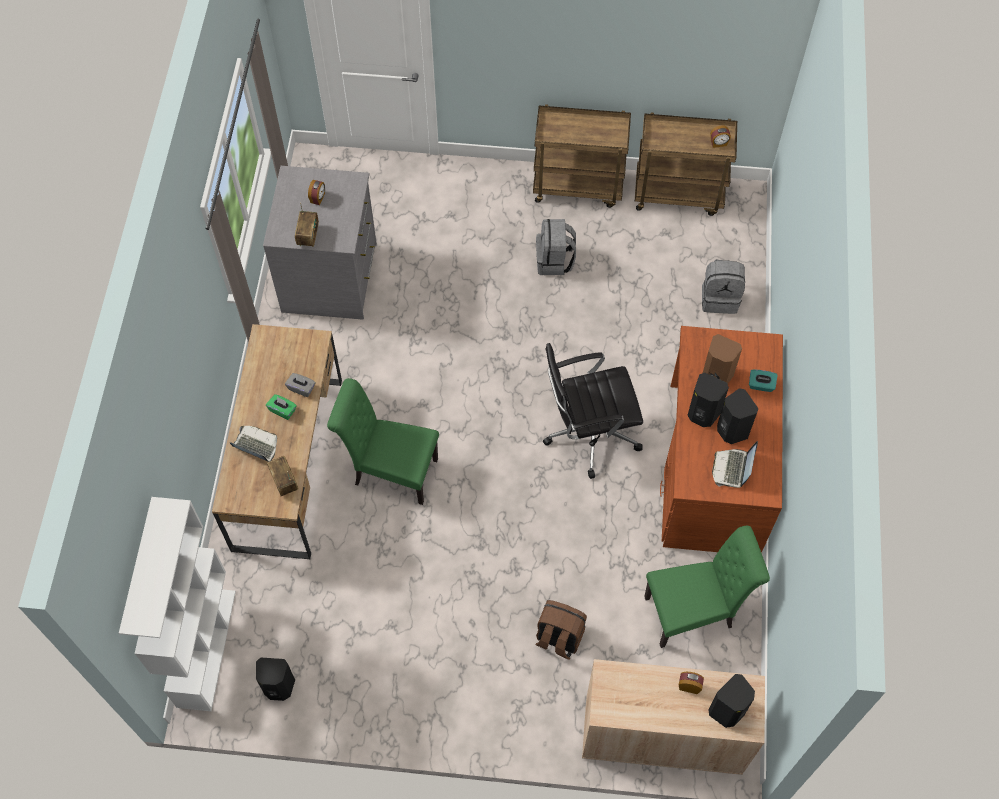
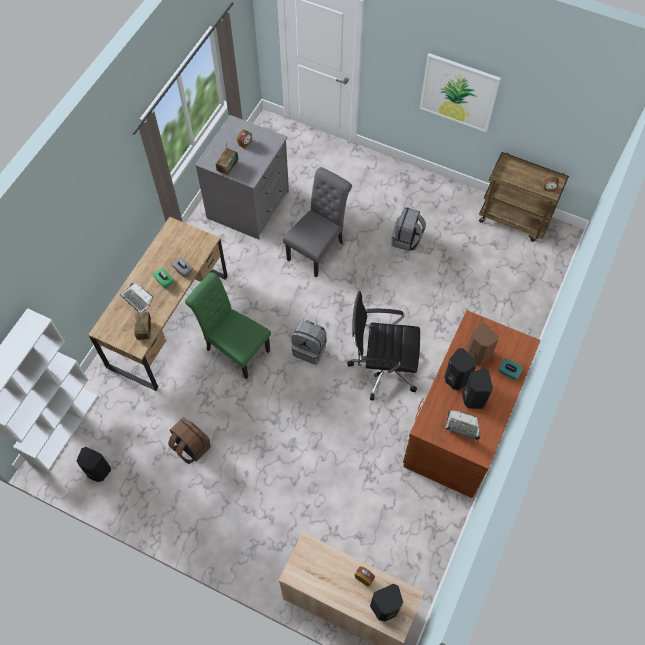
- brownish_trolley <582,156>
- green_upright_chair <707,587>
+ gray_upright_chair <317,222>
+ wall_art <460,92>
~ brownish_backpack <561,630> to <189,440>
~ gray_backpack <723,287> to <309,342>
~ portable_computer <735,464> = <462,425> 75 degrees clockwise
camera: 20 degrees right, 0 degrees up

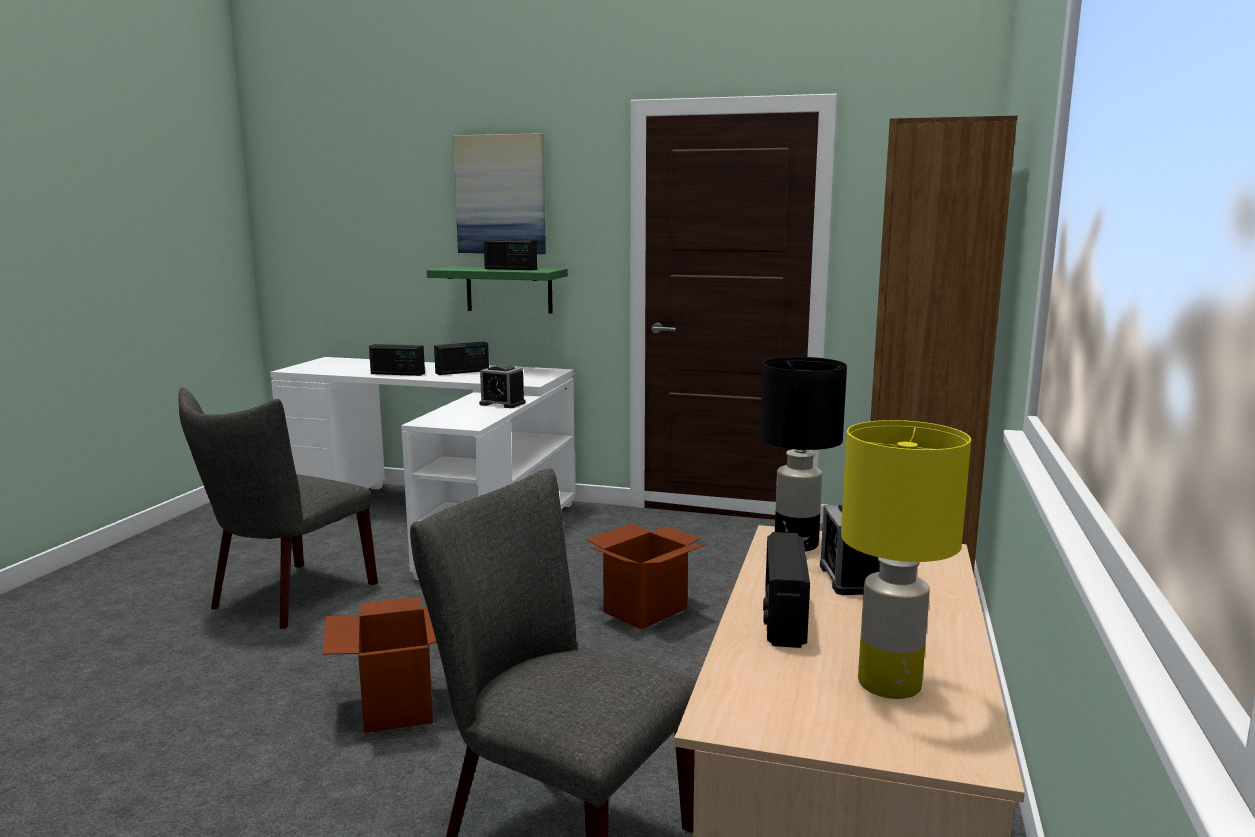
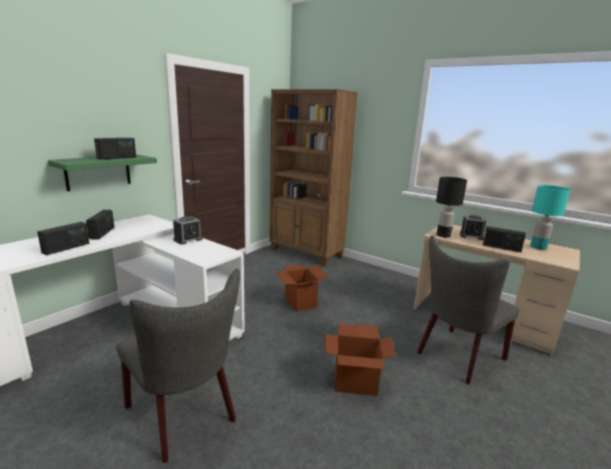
- wall_art <499,193>
~ yellow-coloured_lamp_for_a_table <906,559> to turquoise-coloured_lamp_for_a_table <550,217>
camera: 70 degrees left, 5 degrees up

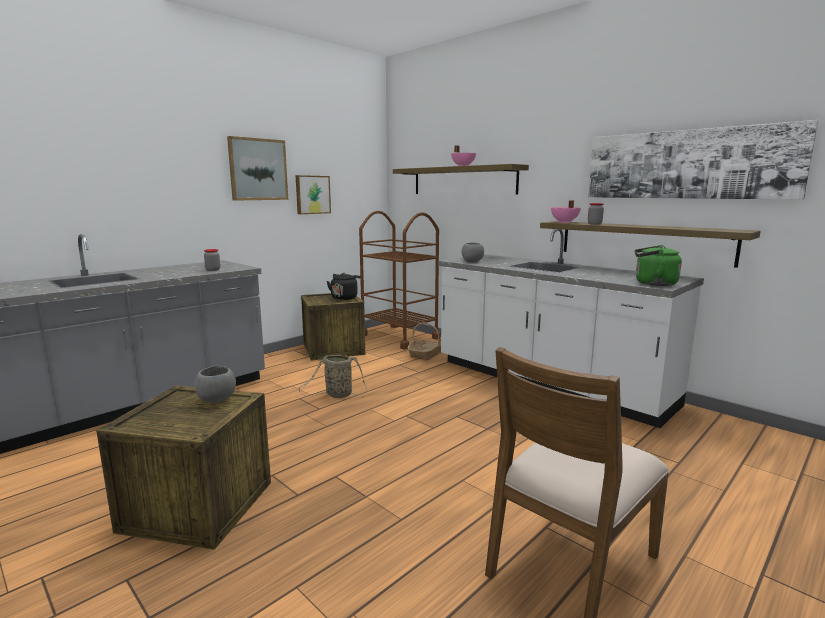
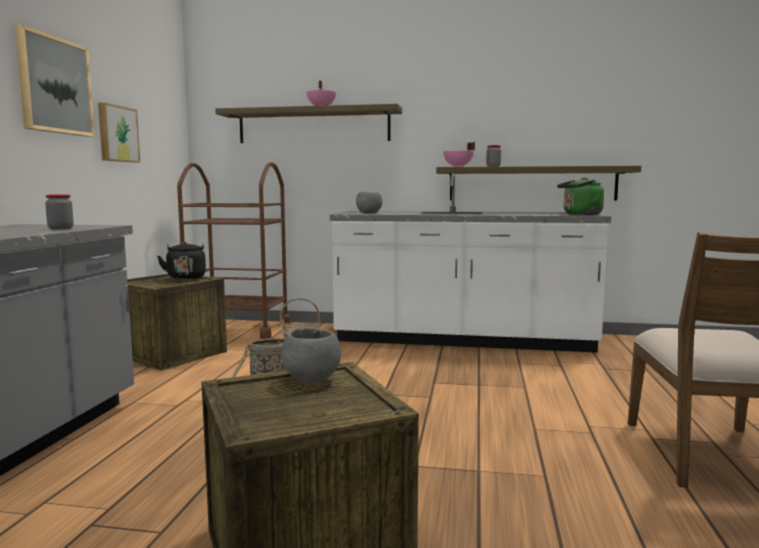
- wall_art <703,160>
camera: 35 degrees left, 5 degrees down

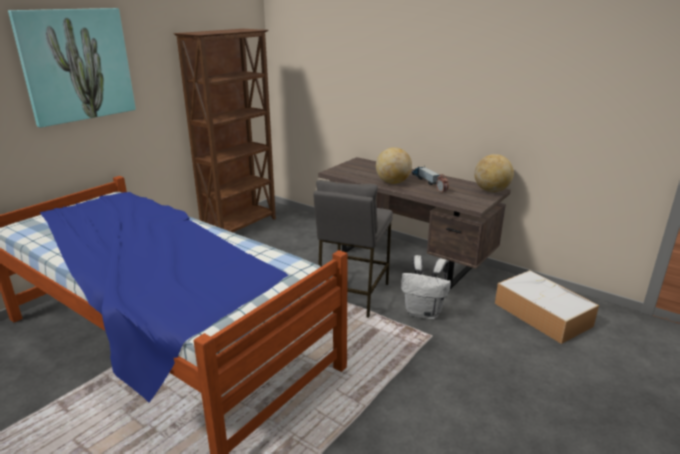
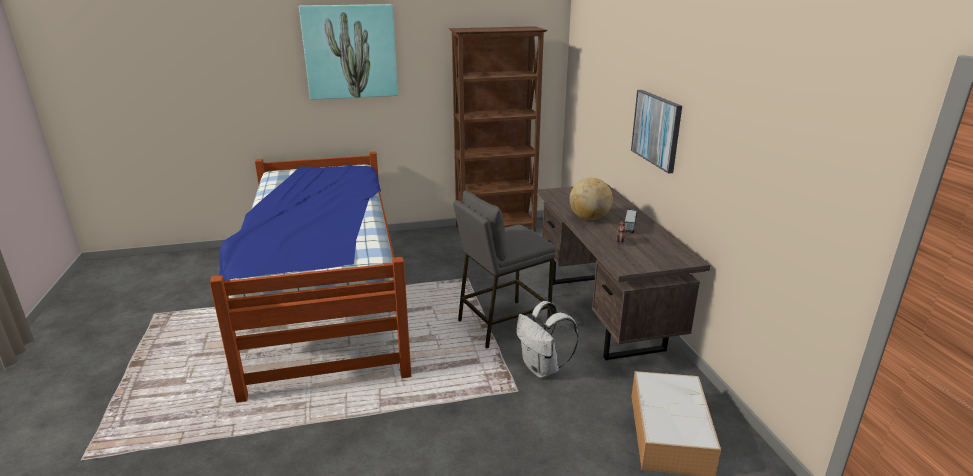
- desk_globe <494,173>
+ wall_art <656,132>
camera: 40 degrees right, 0 degrees up

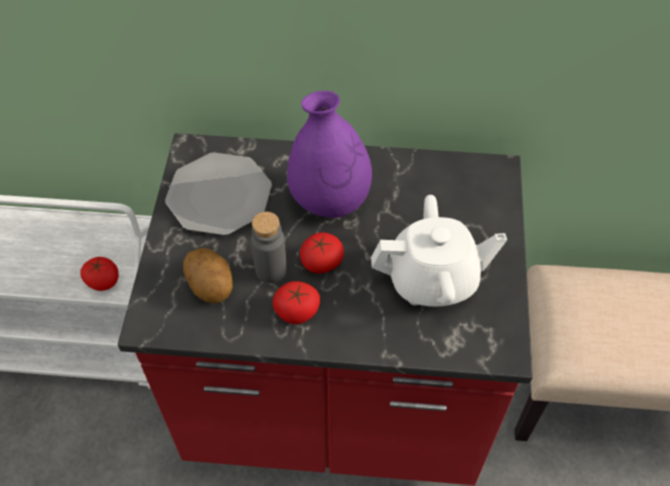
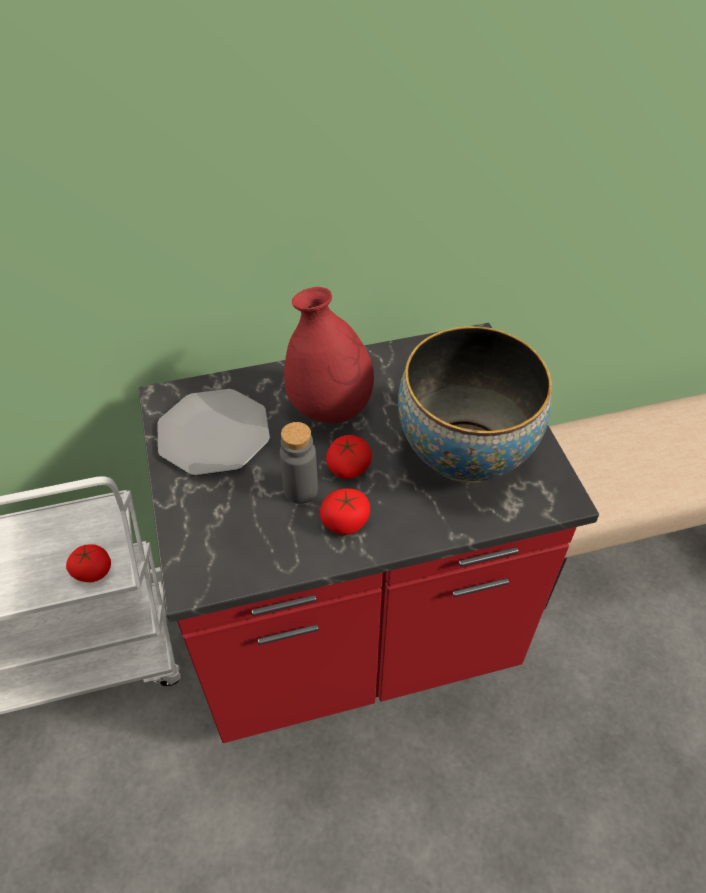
- spud <208,276>
~ white_teapot <439,251> to bowl <475,404>
~ purple-coloured_flower_vase <329,154> to red_flower_vase <329,355>
camera: 20 degrees left, 5 degrees down

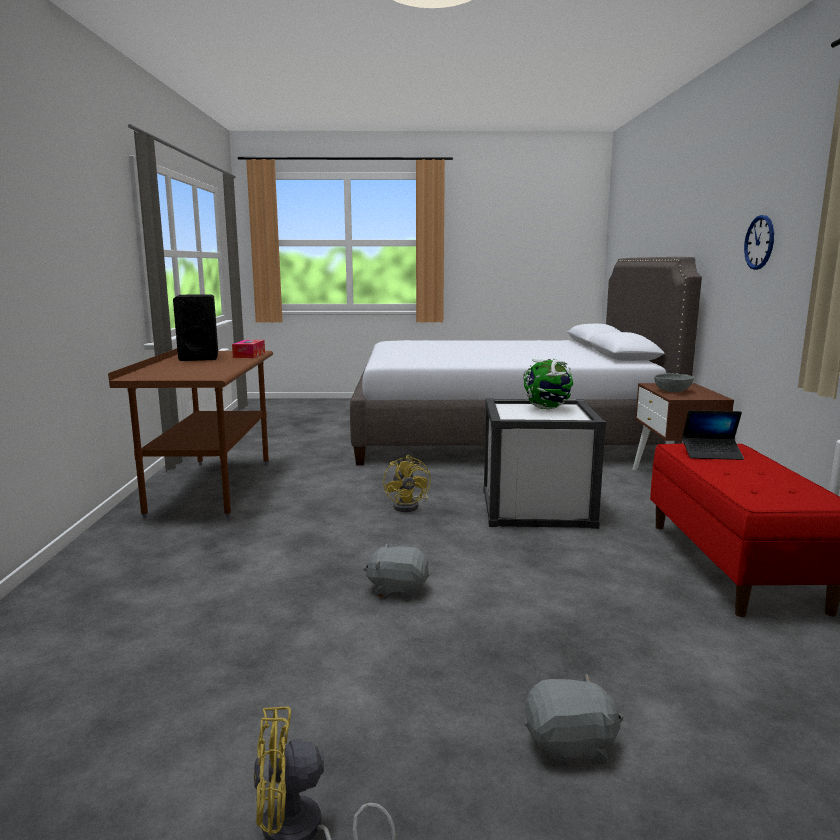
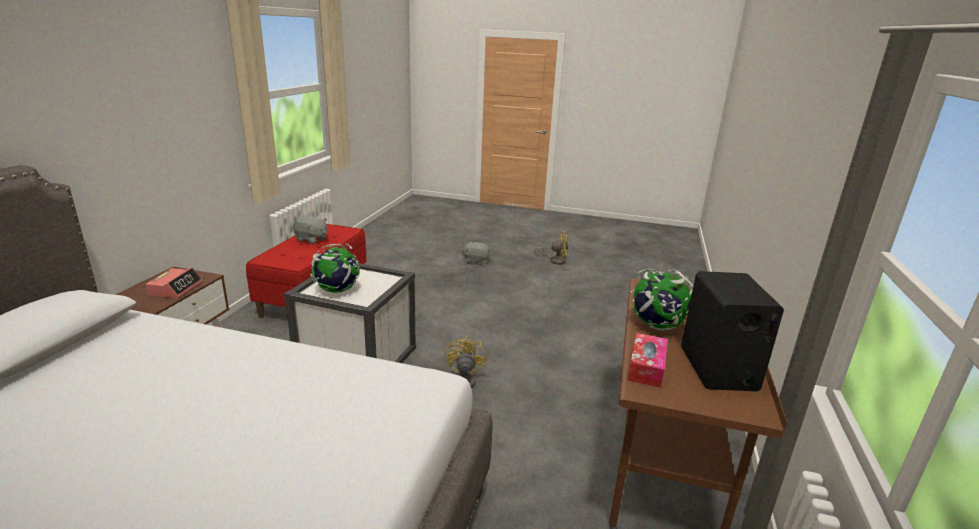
- portable_computer <713,435>
- hanging_clock <759,242>
+ desk_globe <661,299>
~ gray_cuddly_toy <396,571> to <310,230>
~ gray_bowl <674,382> to table_clock <174,282>
camera: 165 degrees left, 10 degrees up

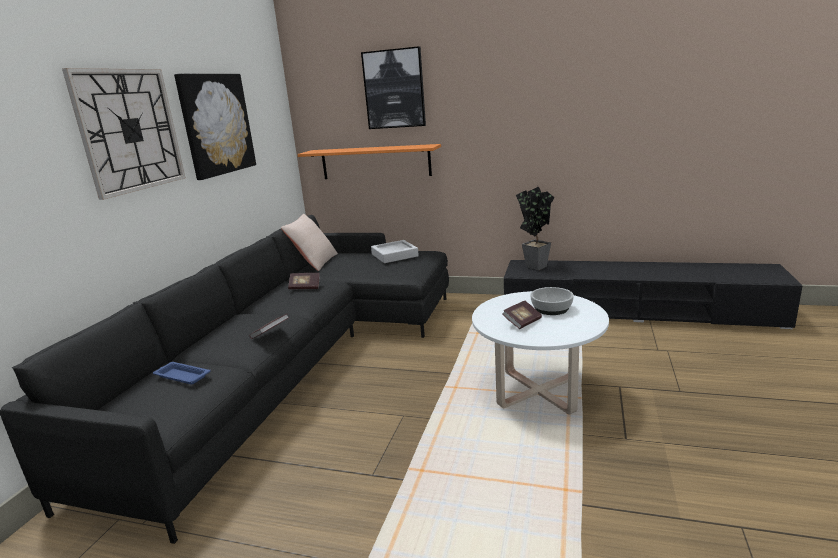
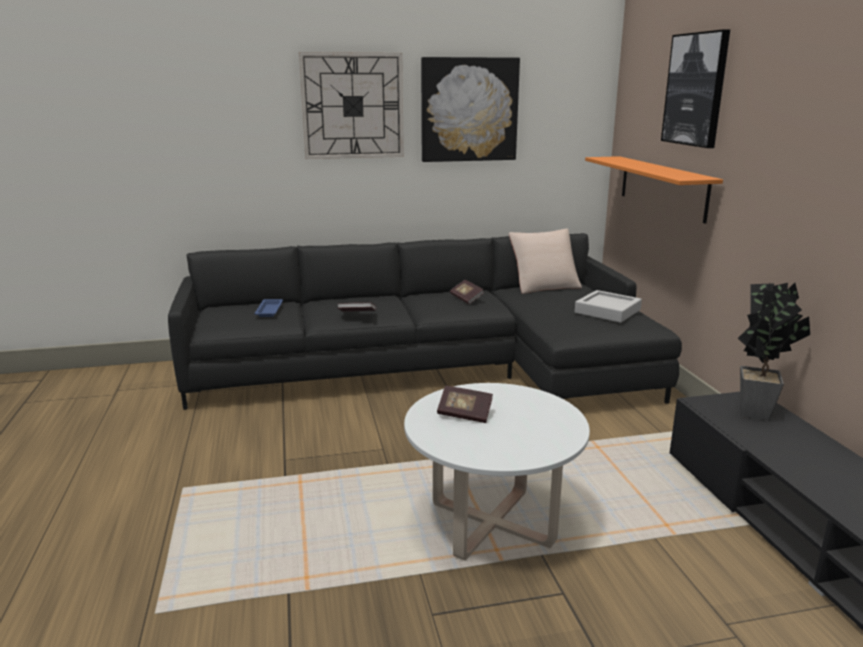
- bowl <552,301>
camera: 60 degrees right, 0 degrees up

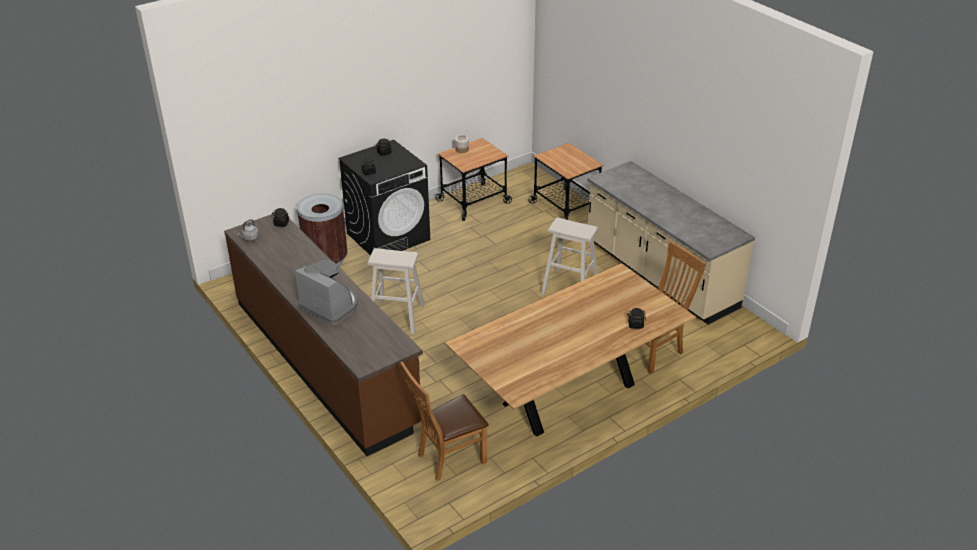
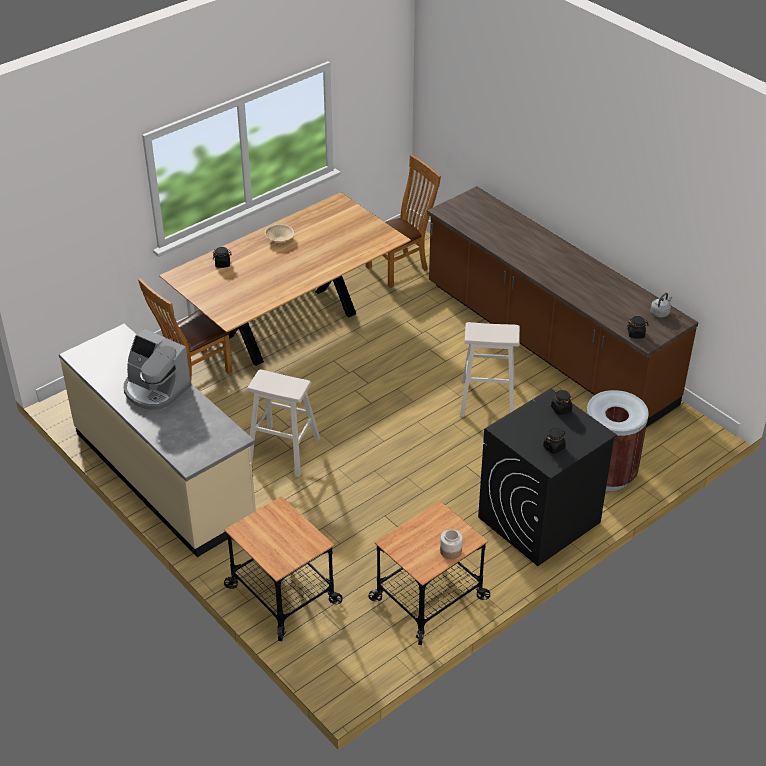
+ beige-coloured_bowl <279,233>
~ coffee_machine <326,292> to <157,370>
camera: 175 degrees right, 5 degrees up

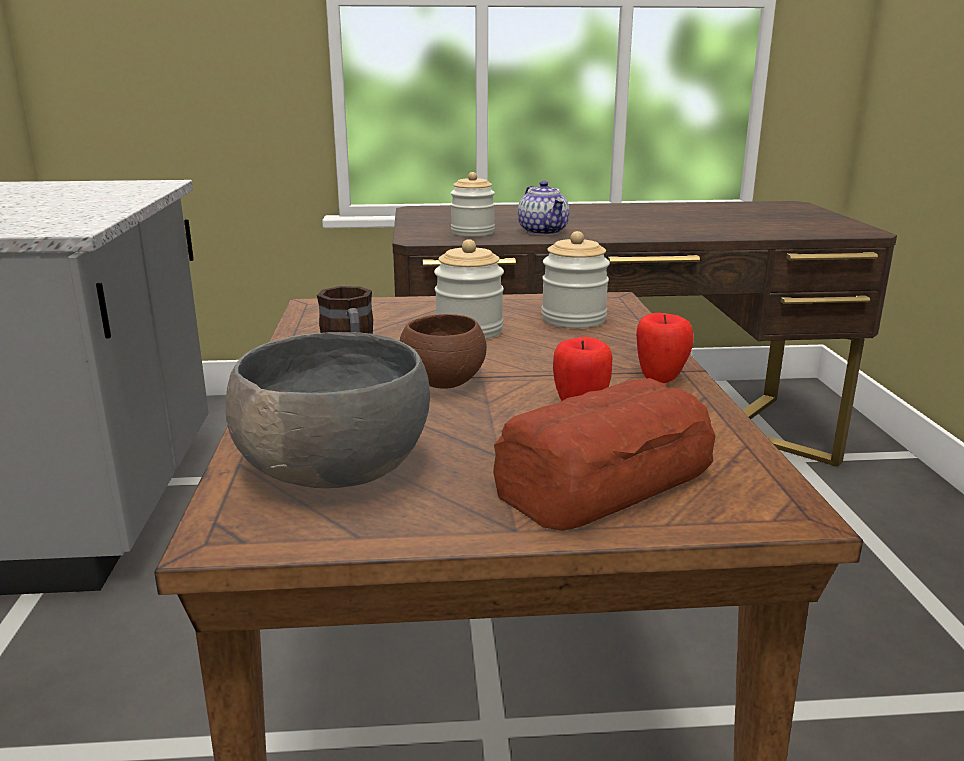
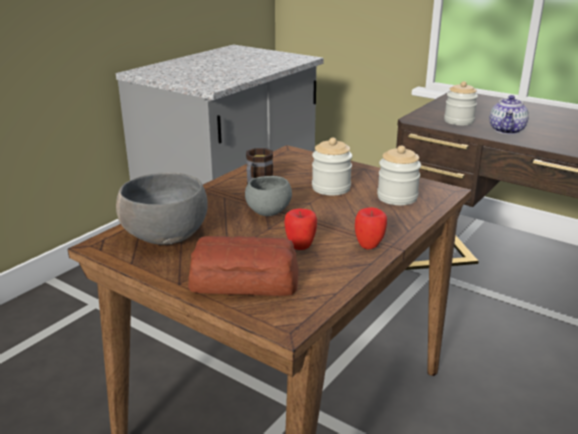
~ brownish_bowl <443,351> to gray_bowl <268,196>
camera: 40 degrees right, 5 degrees up

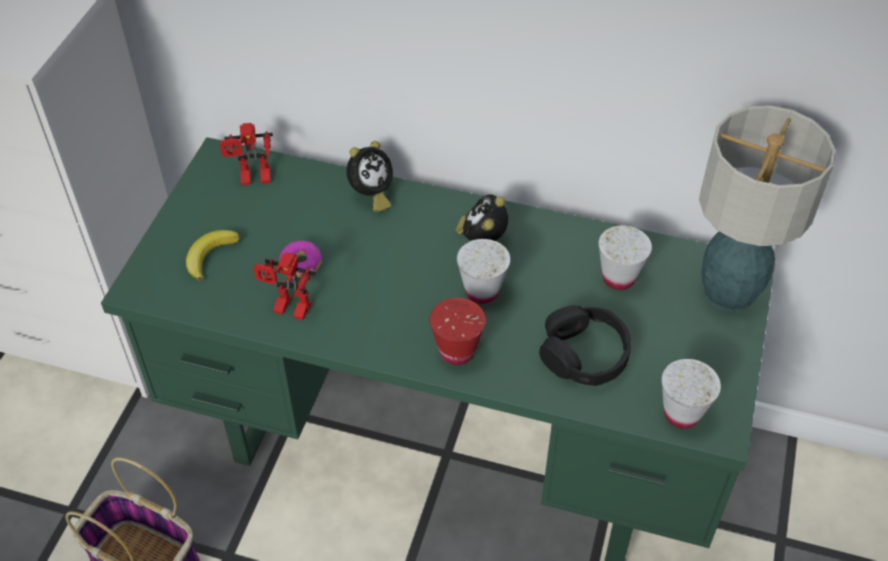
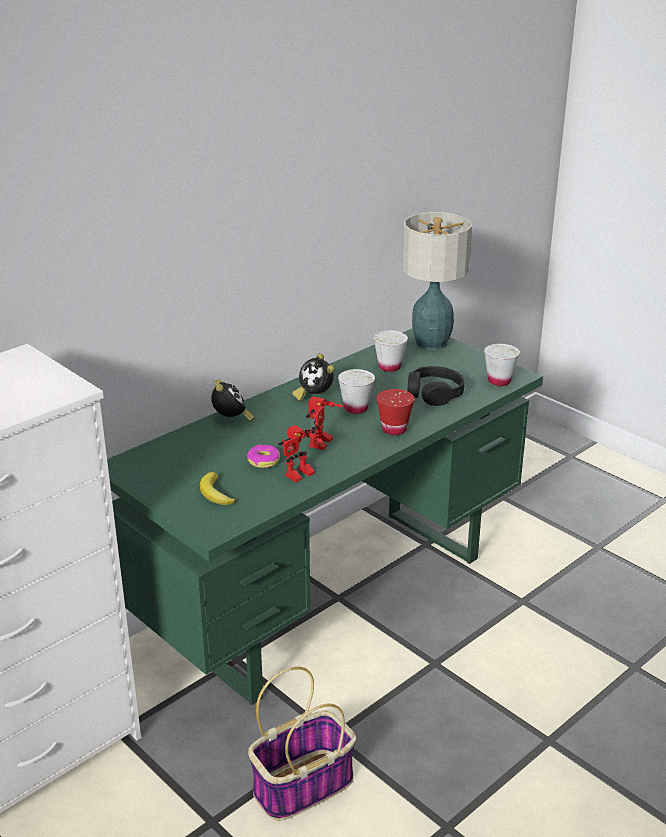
~ robot_figure <246,154> to <325,423>
camera: 60 degrees left, 20 degrees down

